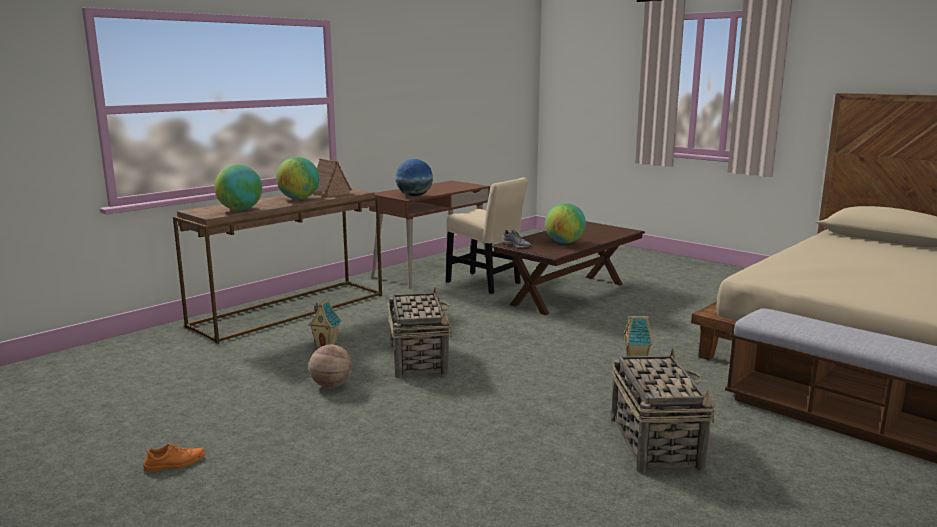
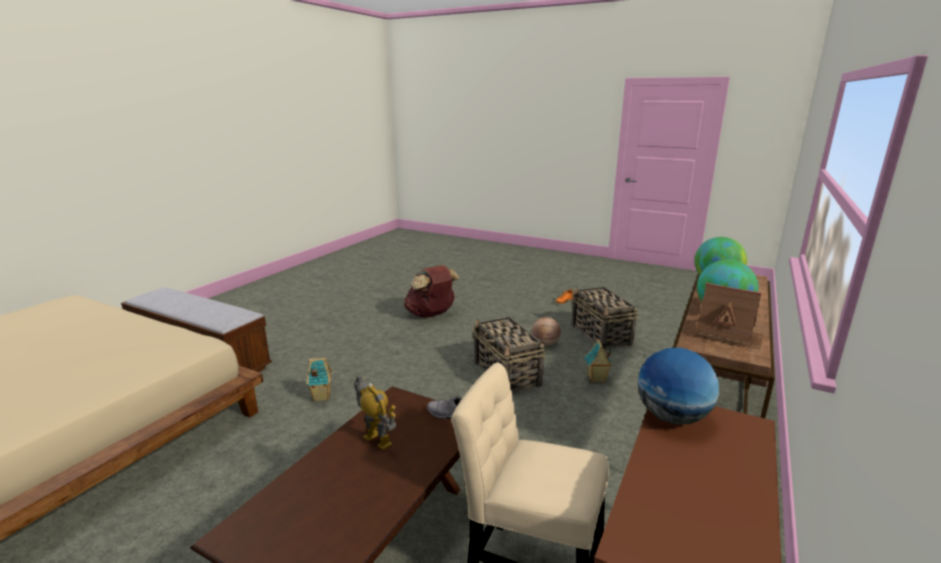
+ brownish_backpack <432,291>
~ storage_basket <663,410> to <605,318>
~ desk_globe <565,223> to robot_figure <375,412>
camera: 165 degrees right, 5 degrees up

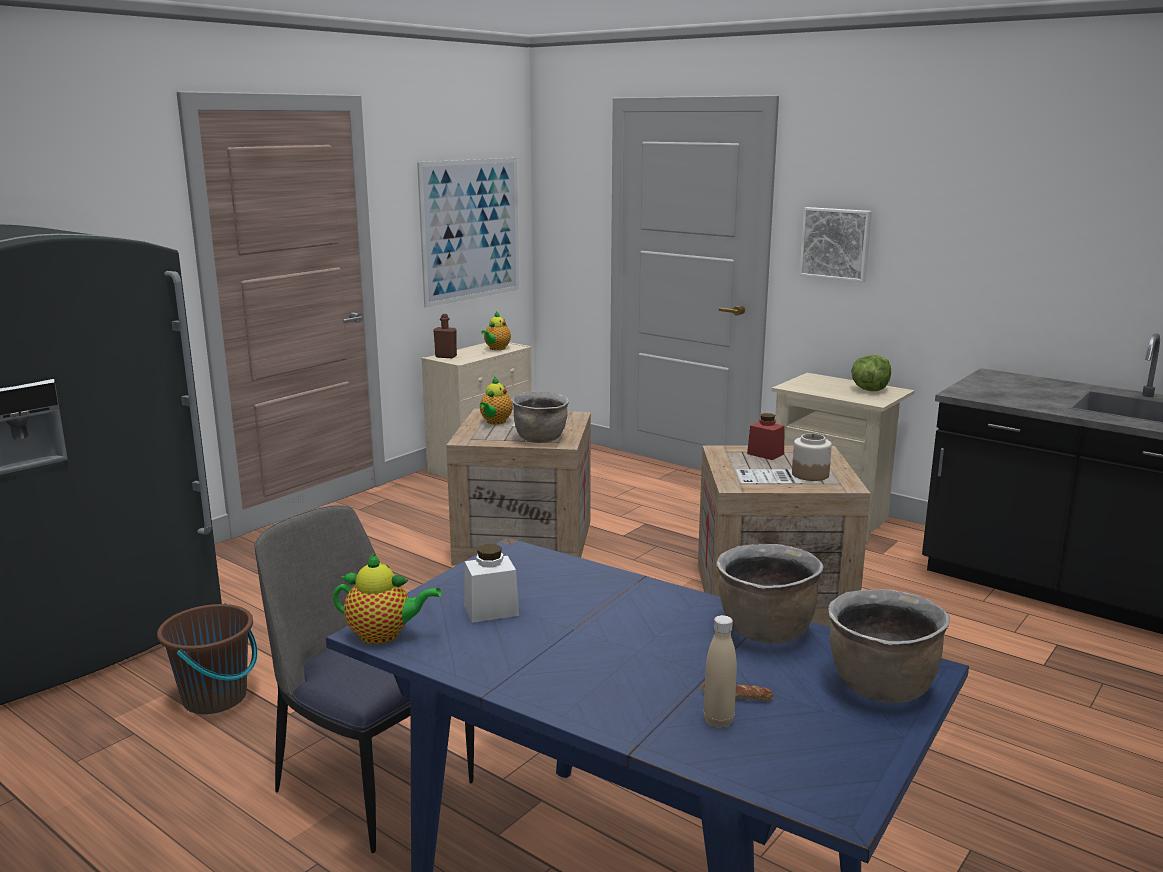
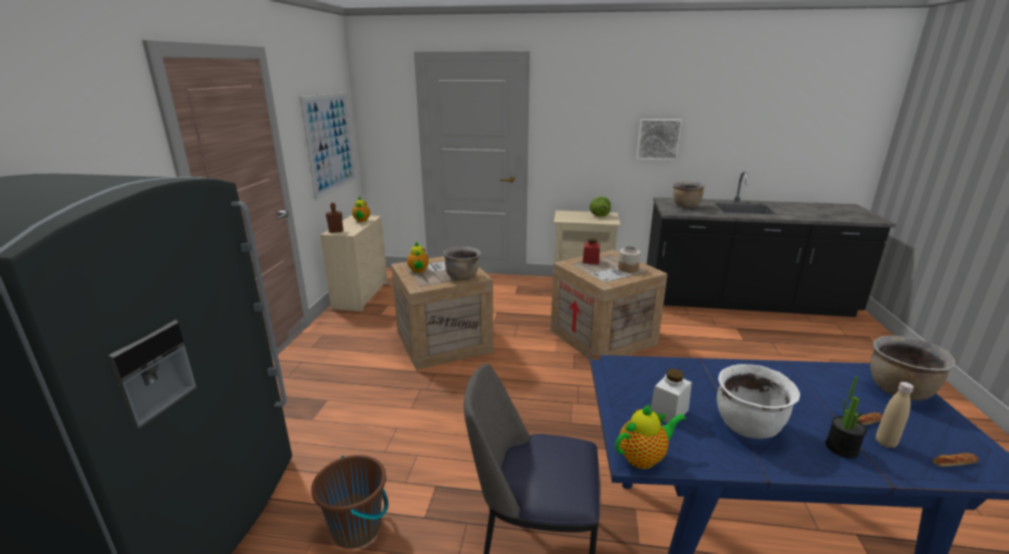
+ white_stockpot <758,401>
+ houseplant <846,417>
+ bread <955,460>
~ brownish_stockpot <770,593> to <689,195>
~ wall_art <835,244> to <659,139>
camera: 30 degrees left, 5 degrees up

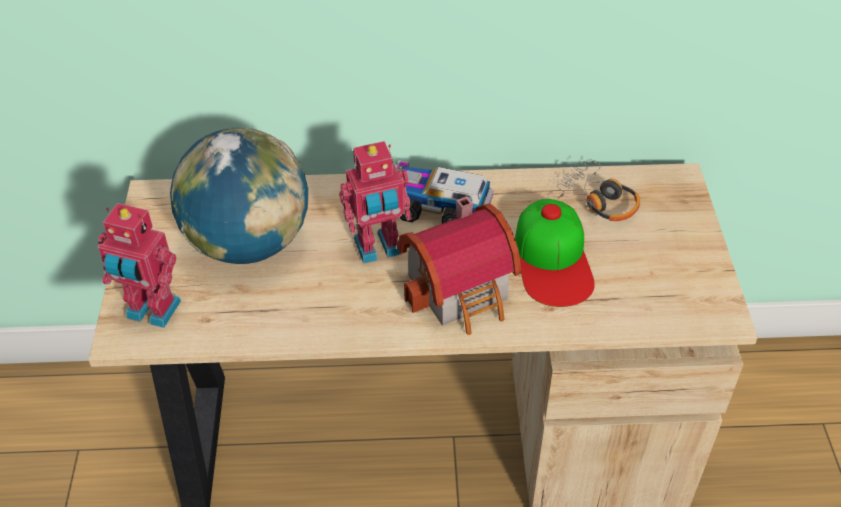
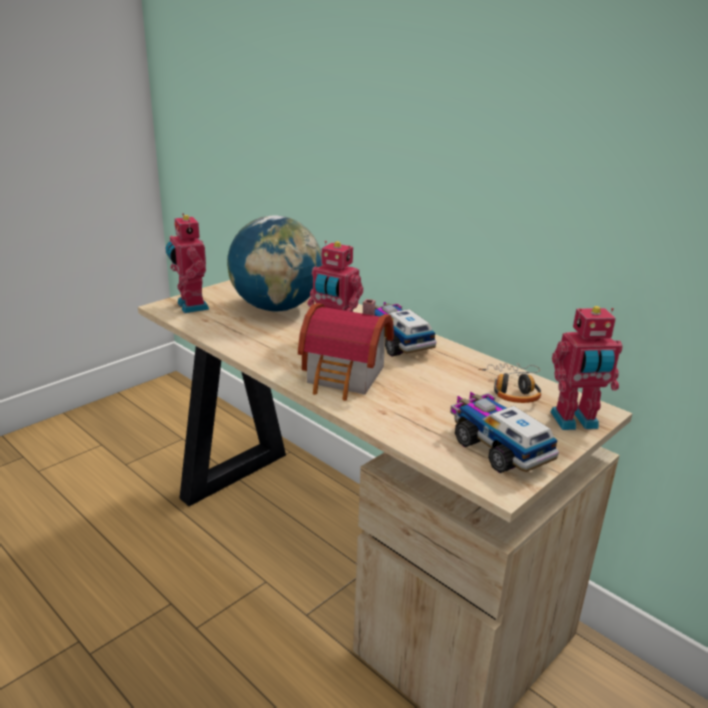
- peaked_cap <555,253>
+ toy_truck <504,432>
+ robot_figure <586,368>
camera: 45 degrees right, 20 degrees down

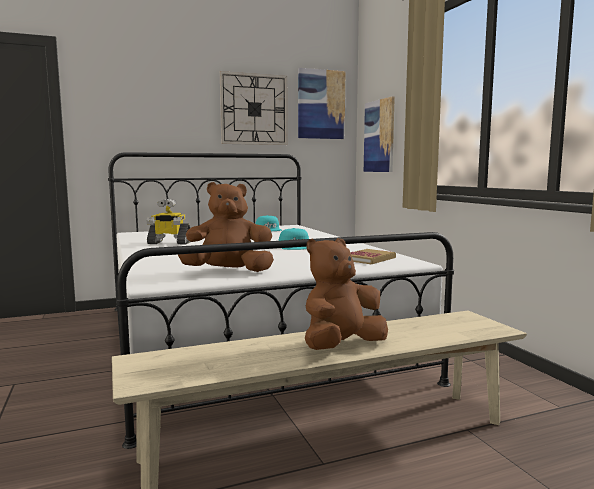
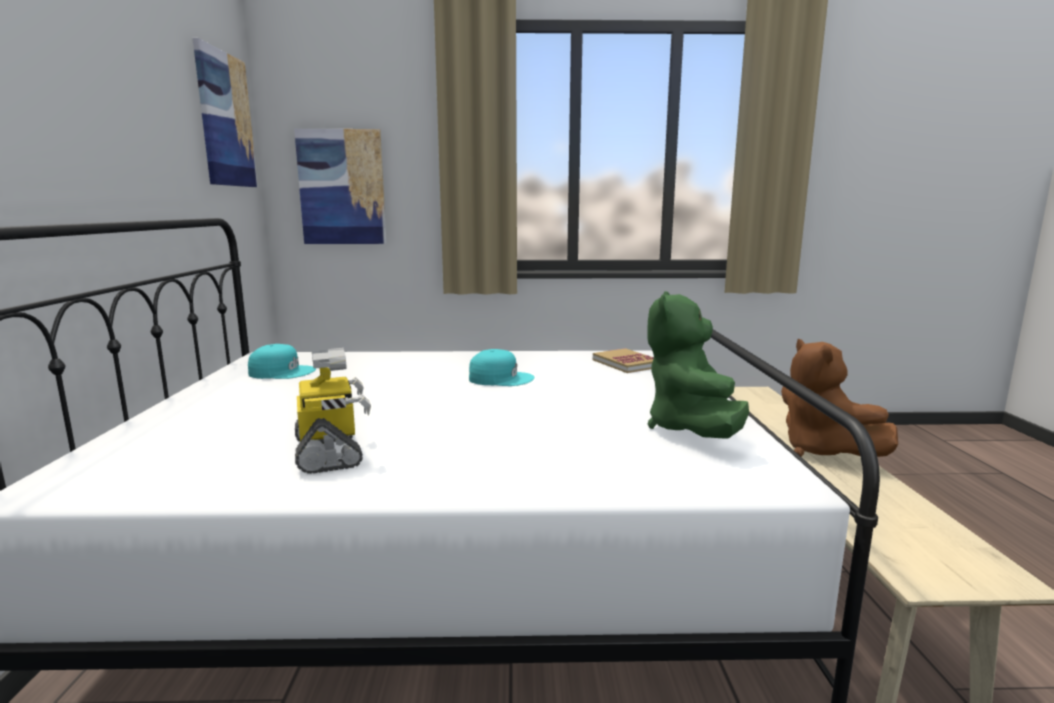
- hanging_clock <254,108>
~ brownish_cuddly_toy <226,227> to green_cuddly_toy <698,364>
~ robot_figure <169,222> = <333,411> 45 degrees counterclockwise
camera: 70 degrees left, 5 degrees up

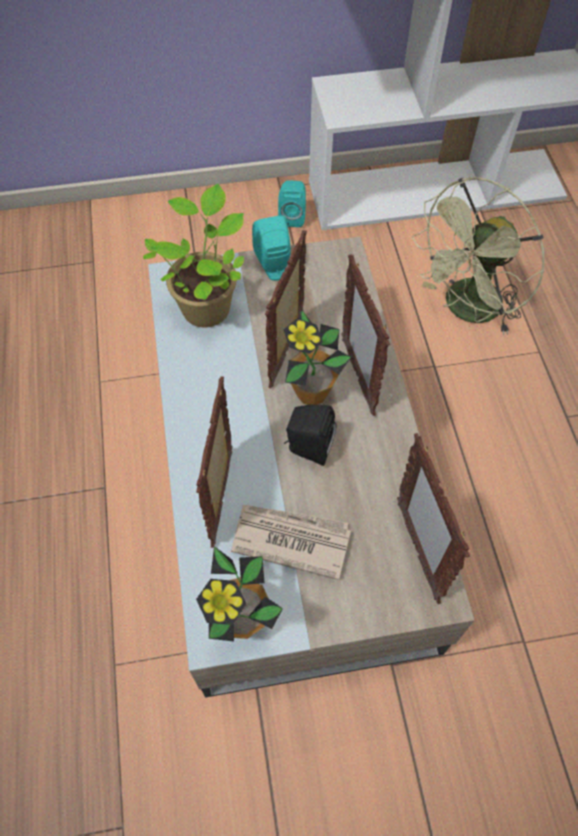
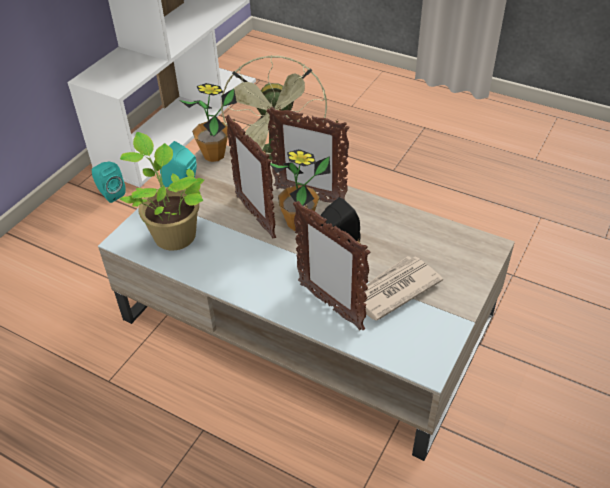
- picture_frame <433,518>
~ houseplant <239,594> to <208,122>
camera: 50 degrees left, 15 degrees down

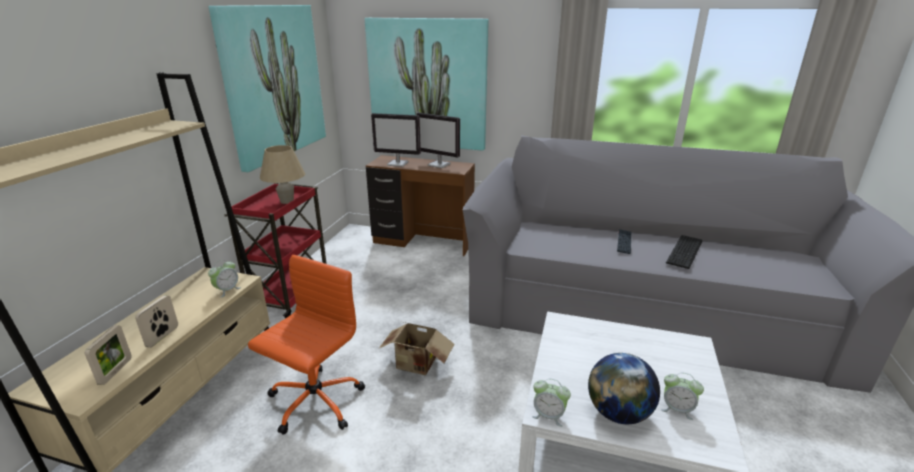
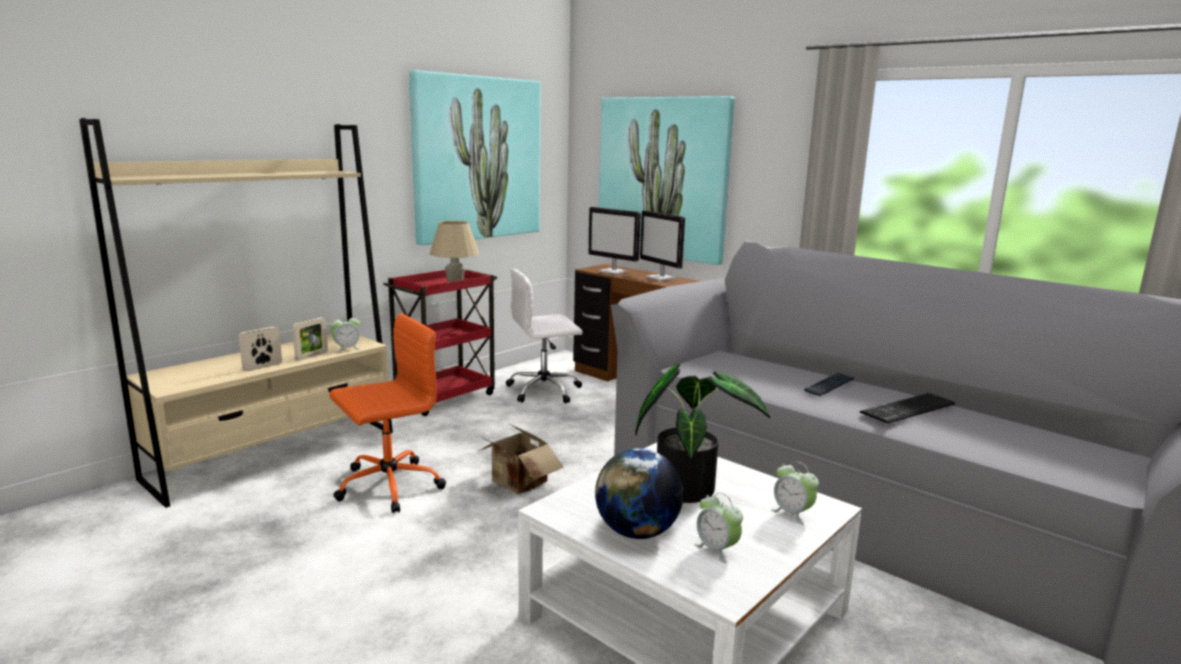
+ white_desk_chair <544,335>
+ houseplant <702,433>
~ picture_frame <108,355> to <310,339>
~ table_clock <551,402> to <795,493>
camera: 25 degrees right, 10 degrees down

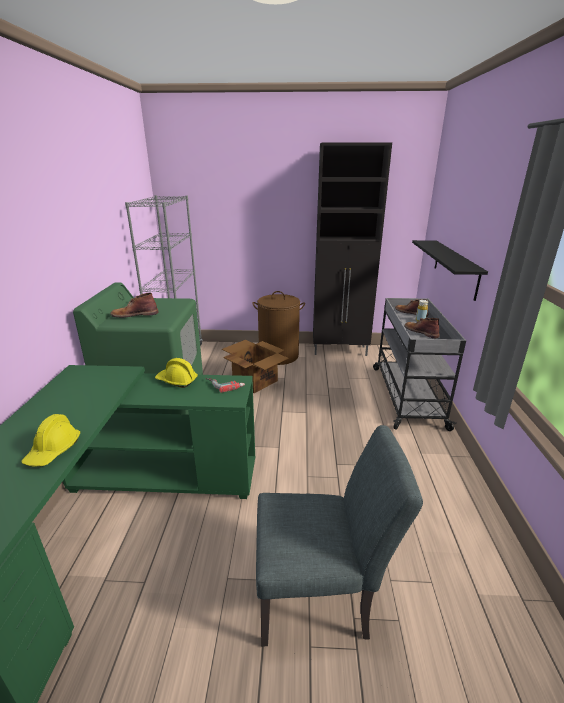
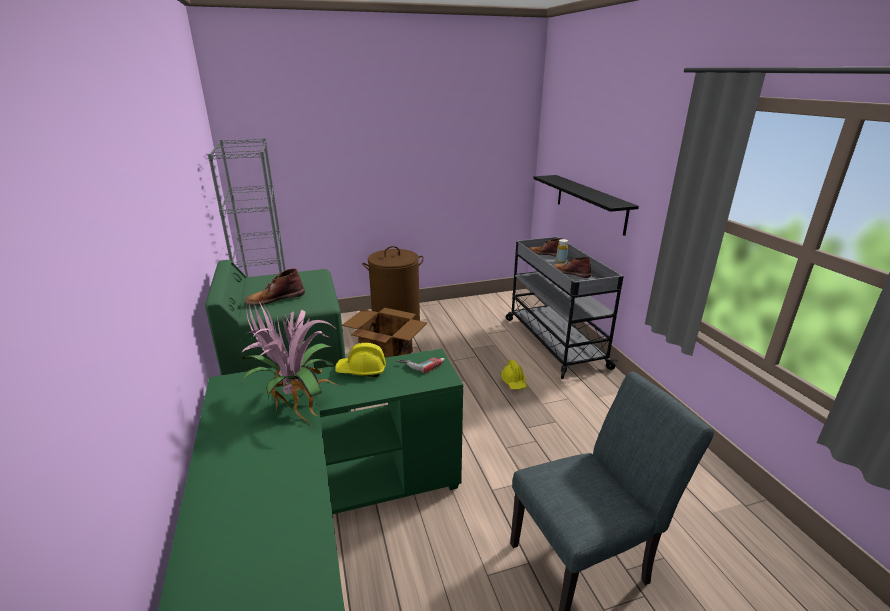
- black-coloured_cabinet <352,249>
+ houseplant <289,363>
~ yellow-coloured_hard_hat <51,440> to <514,375>
camera: 20 degrees left, 0 degrees up

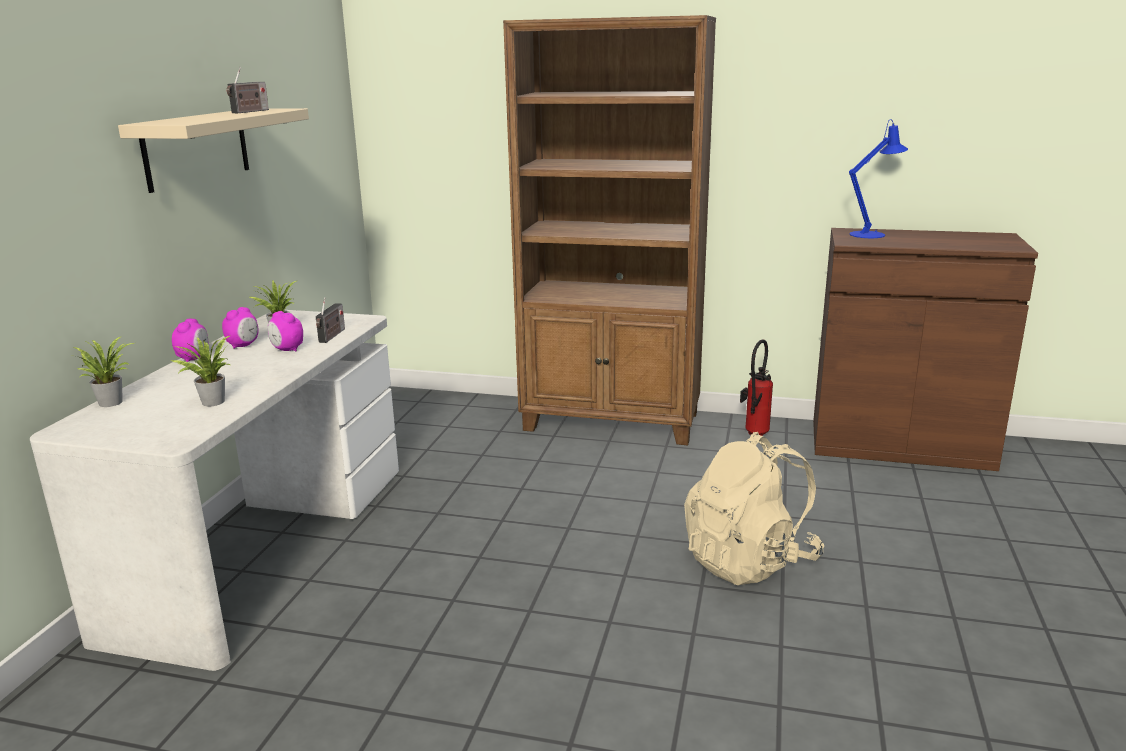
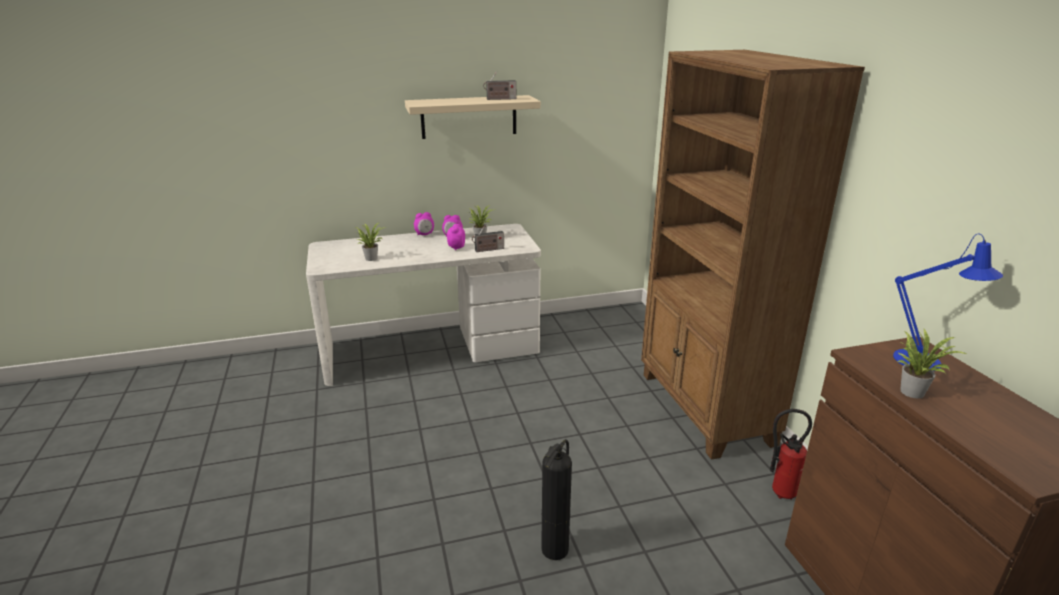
~ houseplant <104,372> to <932,364>
~ beige-coloured_backpack <754,508> to fire_extinguisher <556,499>
camera: 60 degrees right, 5 degrees up

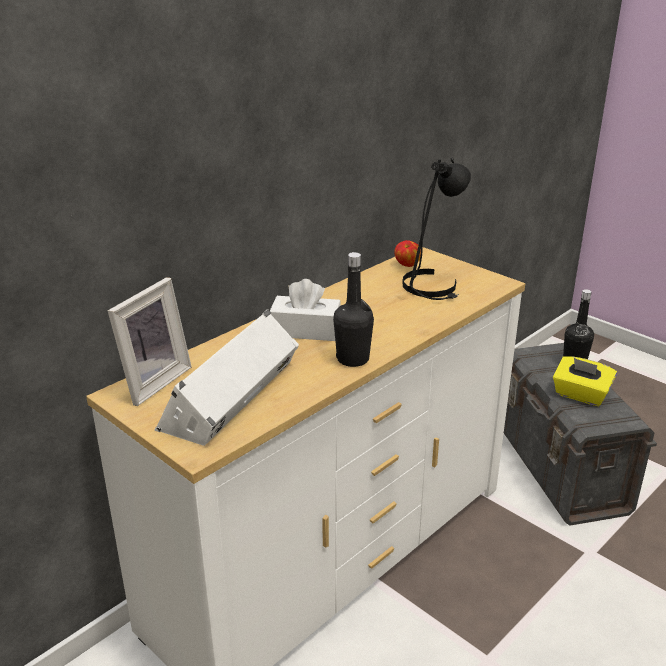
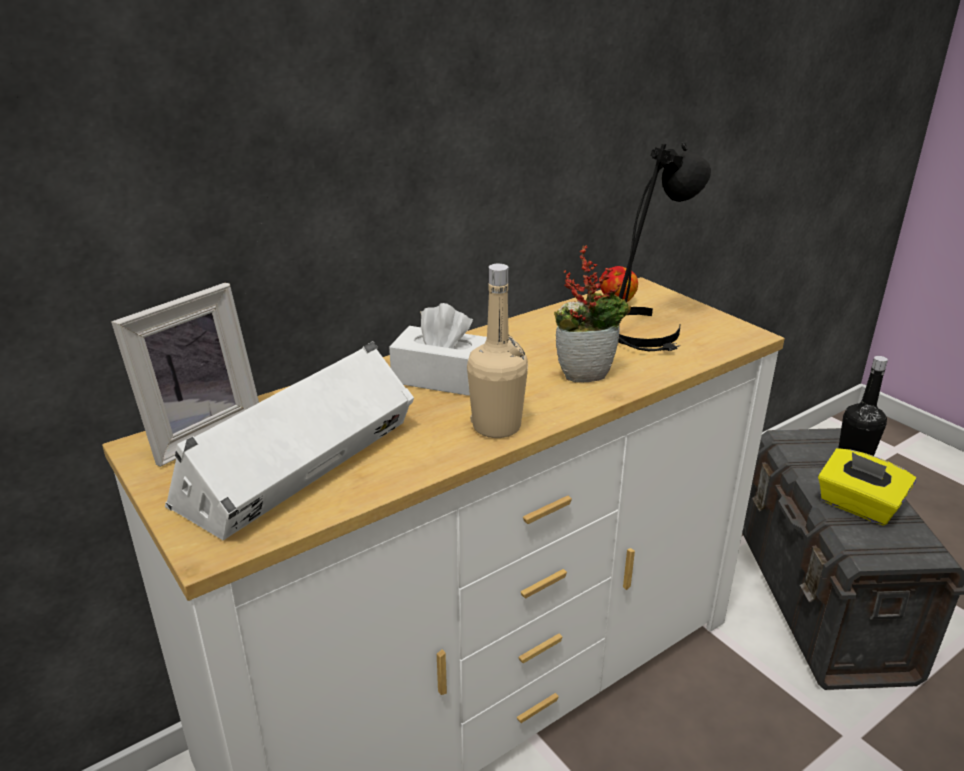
+ houseplant <592,314>
~ black-coloured_drink_bottle <353,309> to beige-coloured_drink_bottle <497,350>
camera: 10 degrees right, 0 degrees up

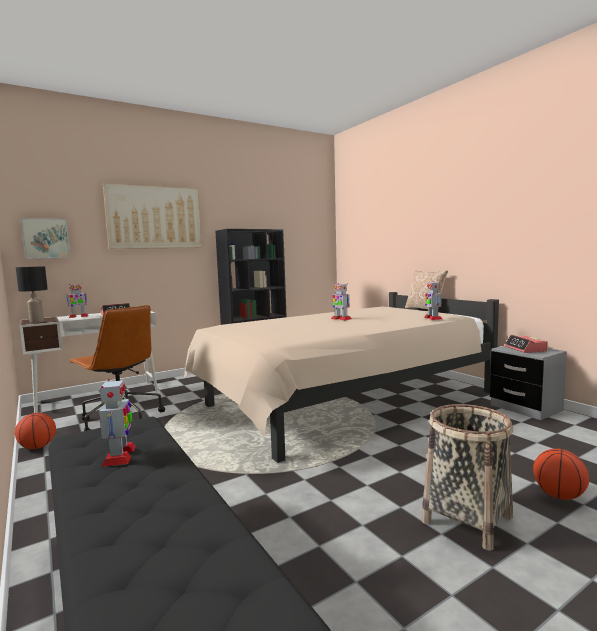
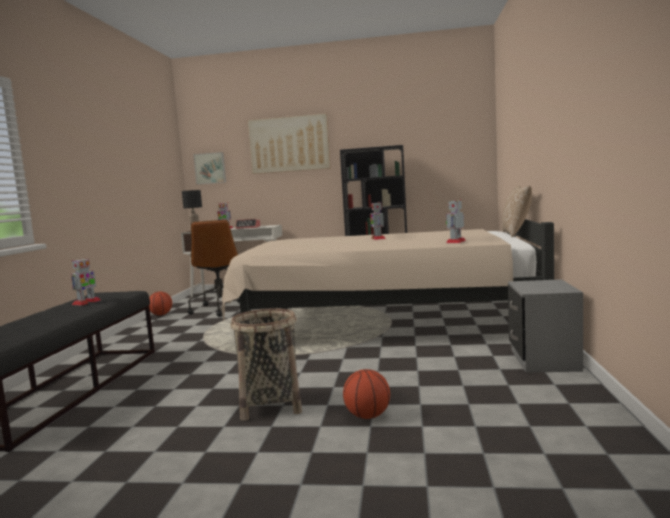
- table_clock <526,343>
camera: 40 degrees right, 0 degrees up

